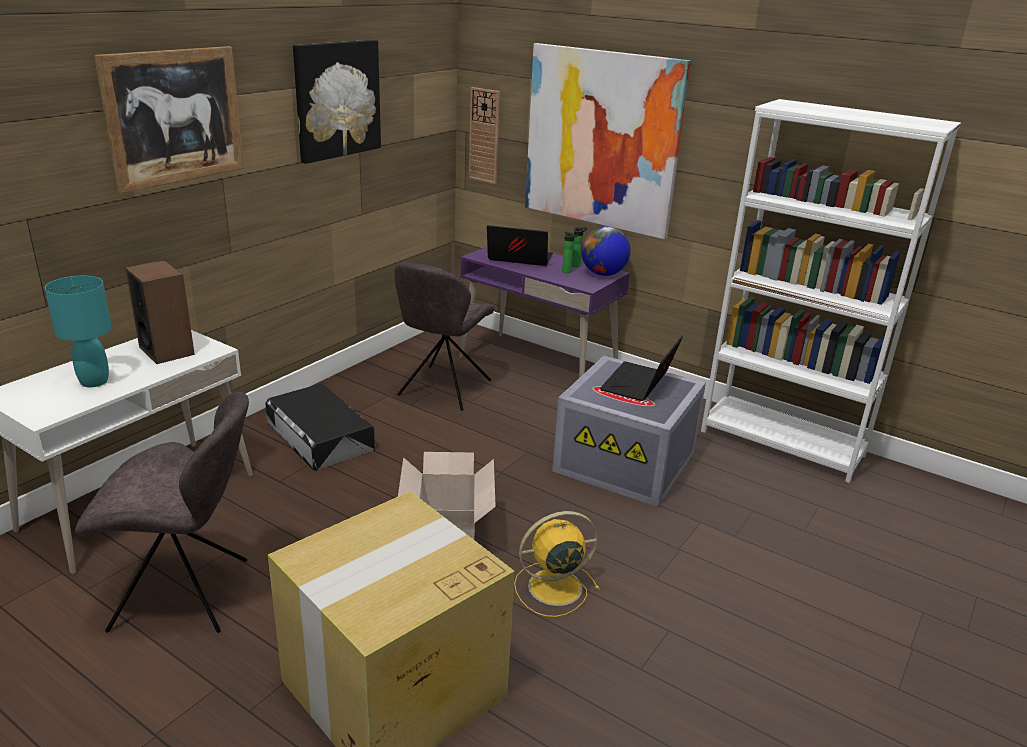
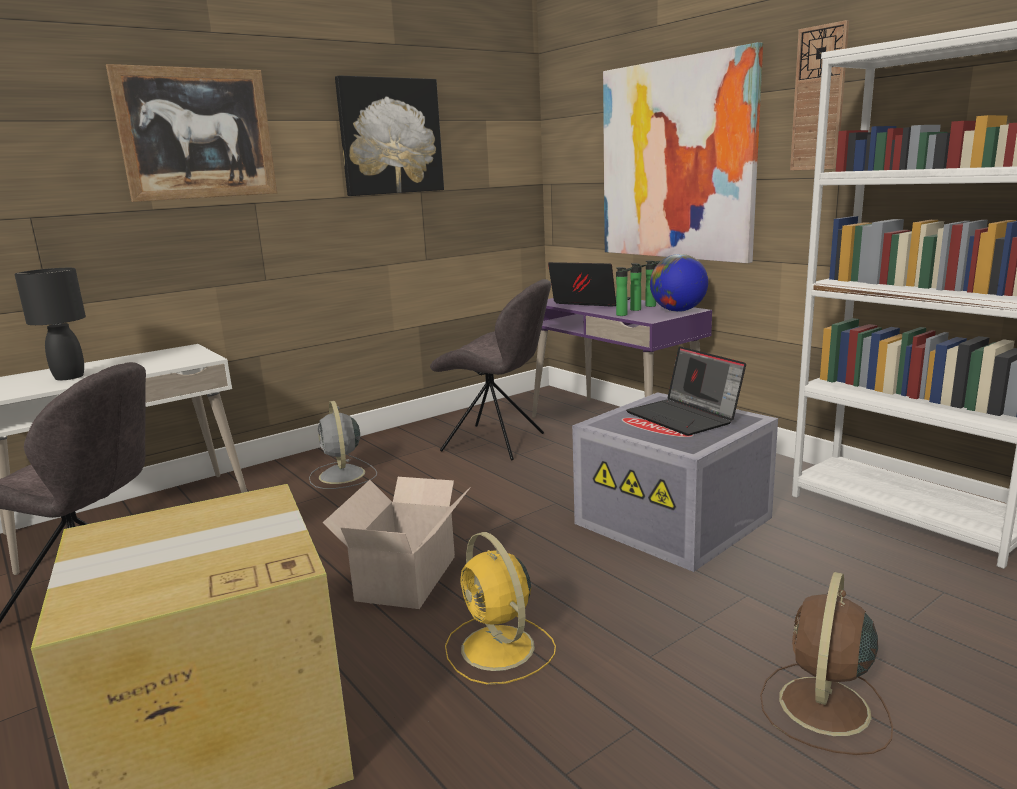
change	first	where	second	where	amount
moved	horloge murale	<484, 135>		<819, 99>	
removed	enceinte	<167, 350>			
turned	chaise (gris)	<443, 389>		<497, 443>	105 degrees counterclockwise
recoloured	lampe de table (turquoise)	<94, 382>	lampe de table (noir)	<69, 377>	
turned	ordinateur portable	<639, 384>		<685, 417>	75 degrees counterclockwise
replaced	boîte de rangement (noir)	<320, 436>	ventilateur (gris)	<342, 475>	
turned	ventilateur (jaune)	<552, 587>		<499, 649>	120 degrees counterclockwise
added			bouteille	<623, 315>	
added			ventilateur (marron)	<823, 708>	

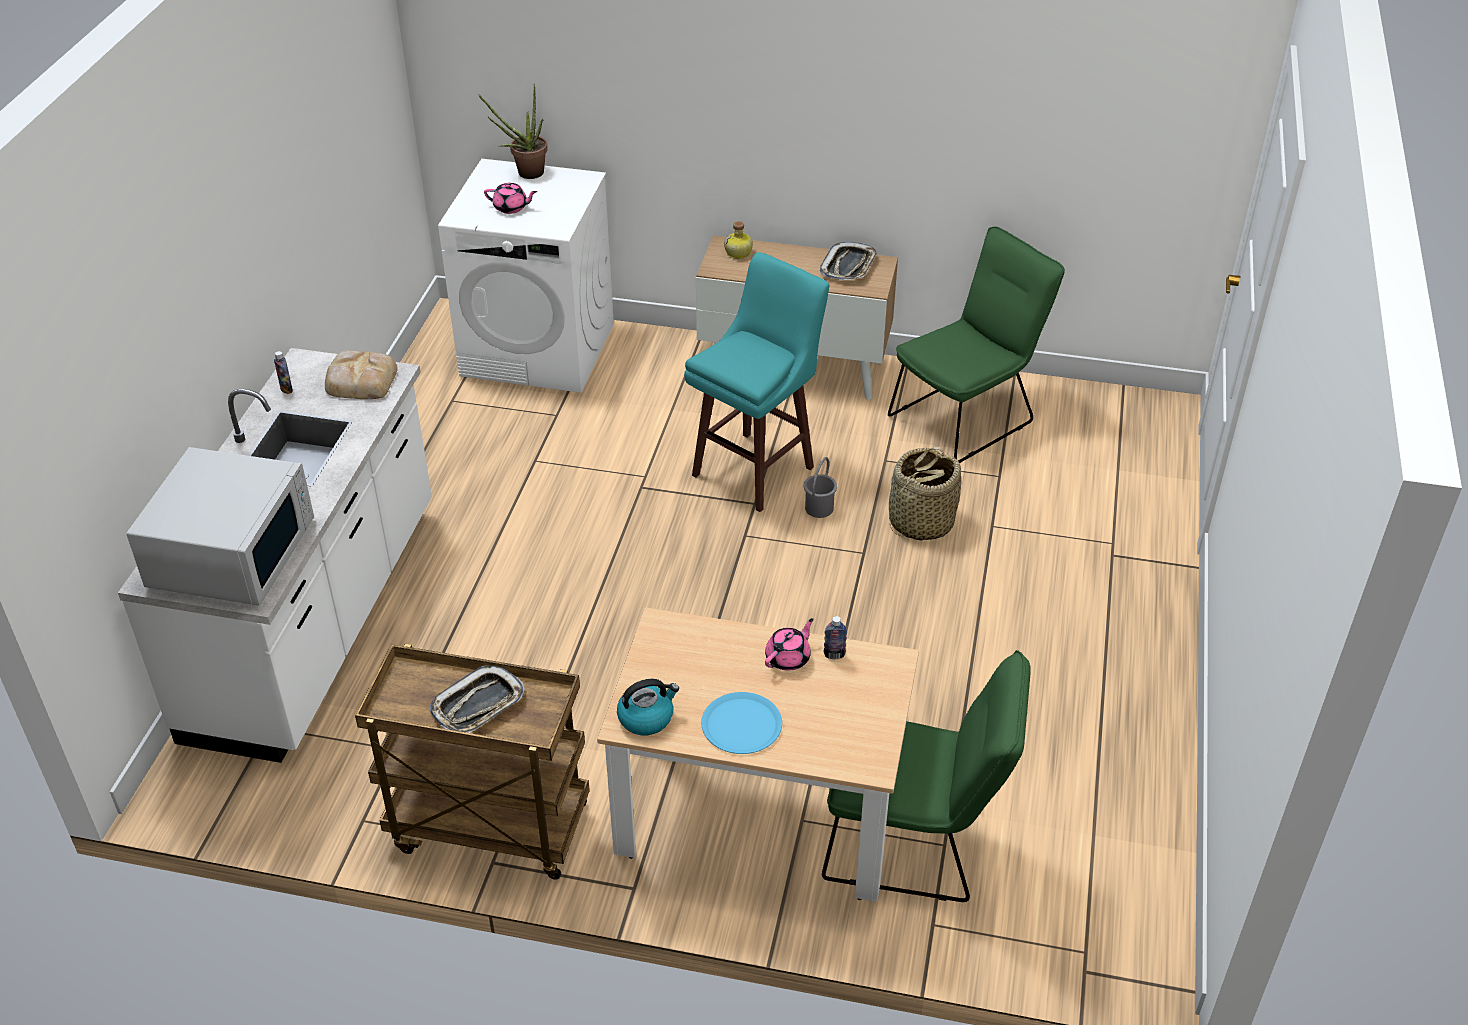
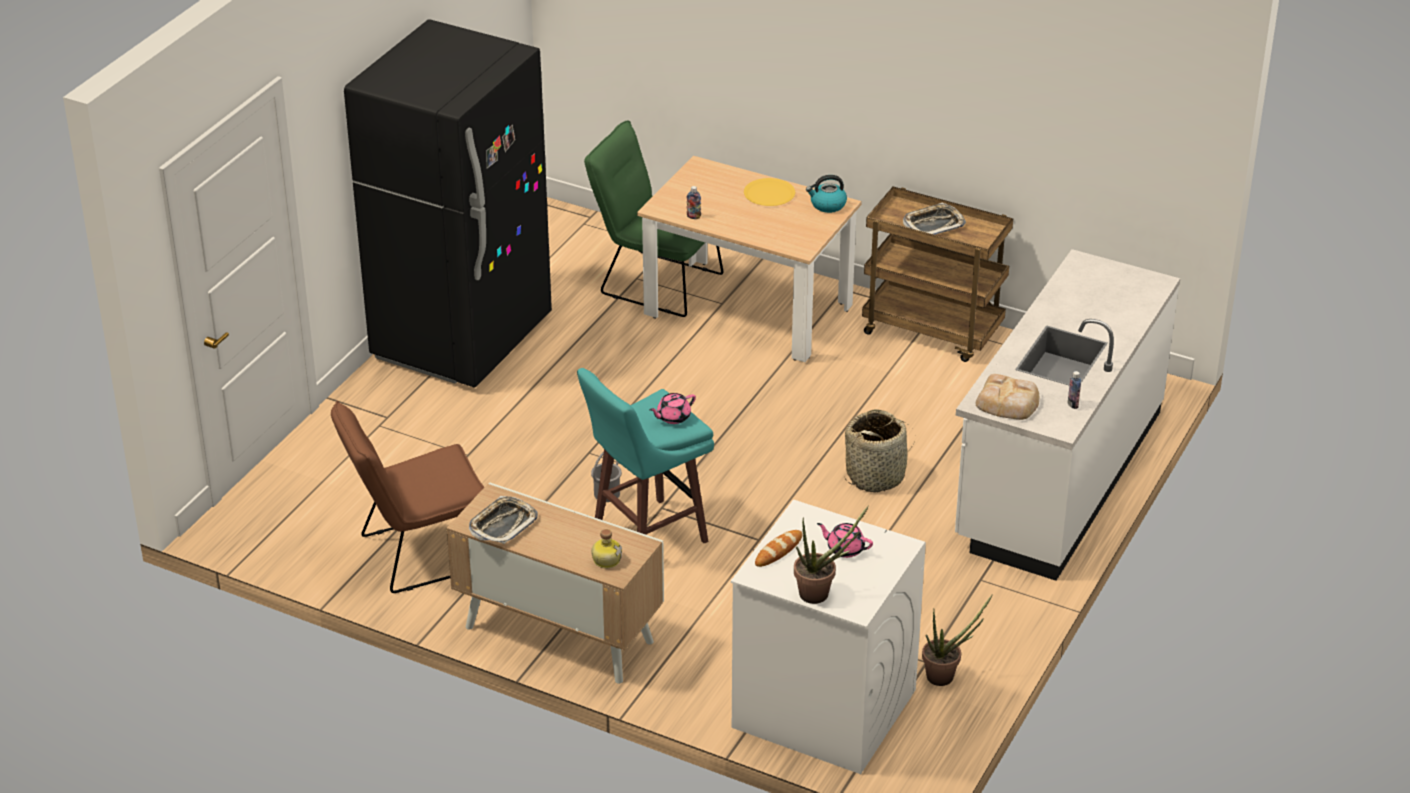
change	first	where	second	where	amount
recoloured	chaise (vert)	<968, 415>	chaise (marron)	<418, 553>	
removed	micro-ondes (blanc)	<233, 552>			
moved	panier	<920, 522>		<876, 476>	
moved	théière (rose)	<788, 658>		<673, 417>	
recoloured	assiette (bleu)	<741, 724>	assiette (jaune)	<769, 193>	
added			réfrigérateur (noir)	<462, 338>	
added			pain	<778, 551>	
added			plante en pot	<946, 676>	

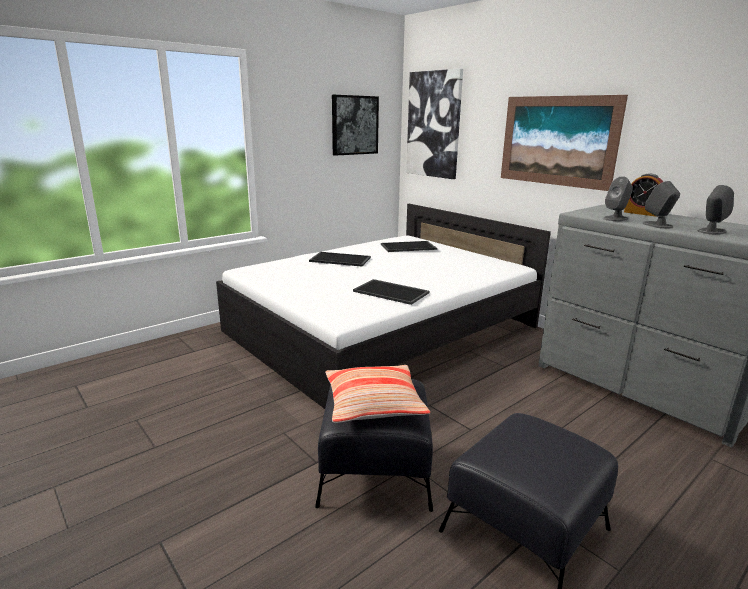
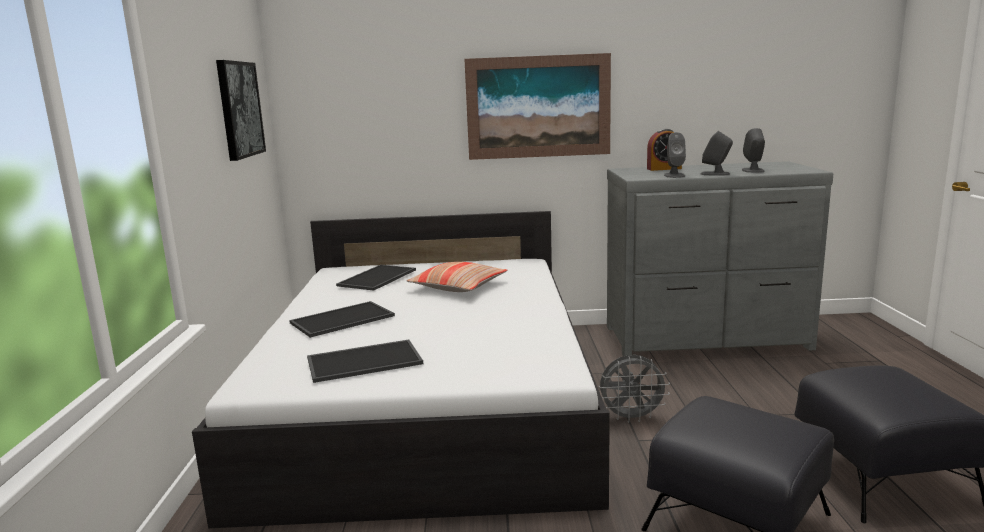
change	first	where	second	where	amount
removed	tableau	<434, 125>			
moved	plateau	<392, 292>		<365, 360>	
moved	coussin	<373, 403>		<458, 286>	
added			ventilateur (gris)	<631, 418>	

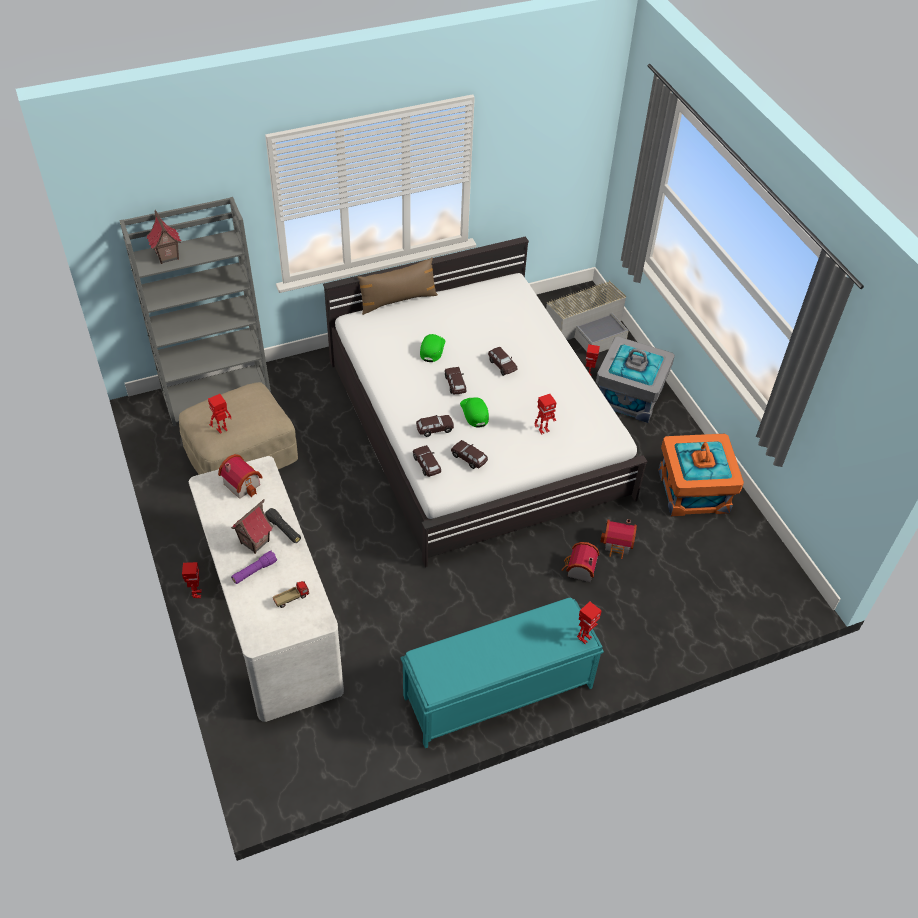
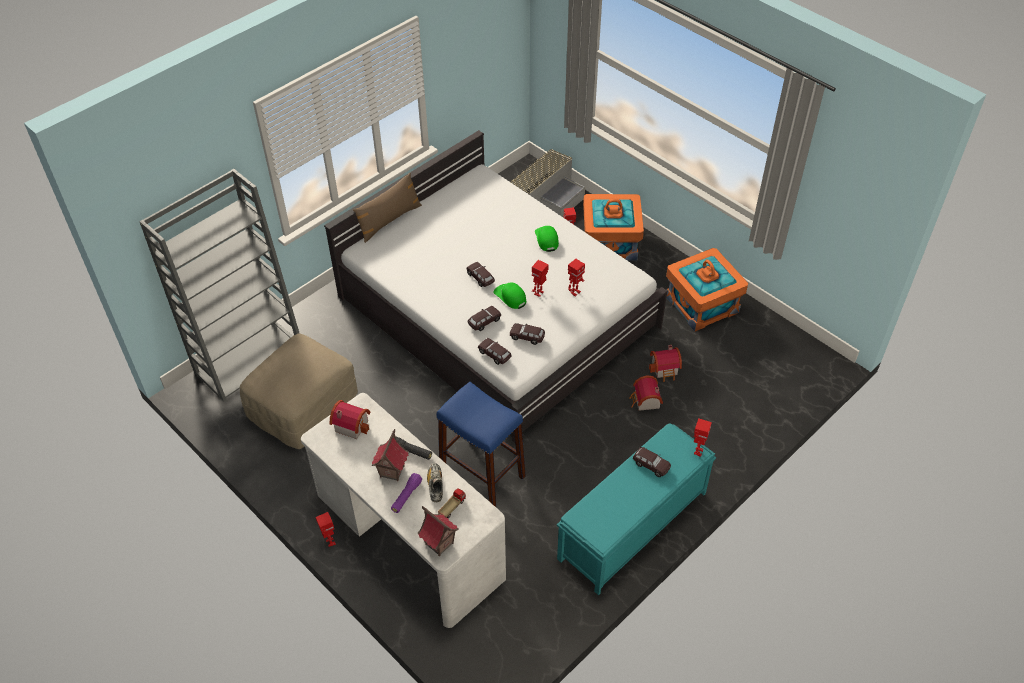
change	first	where	second	where	amount
moved	maison miniature	<167, 256>		<439, 544>	
moved	casquette (vert)	<432, 349>		<546, 239>	
recoloured	boîte de rangement (gris)	<629, 395>	boîte de rangement (orange)	<610, 242>	
moved	petite voiture (marron)	<502, 365>		<651, 465>	
moved	robot jouet	<222, 430>		<539, 293>	
added			tabouret (bleu)	<482, 474>	
added			chaussure	<435, 485>	

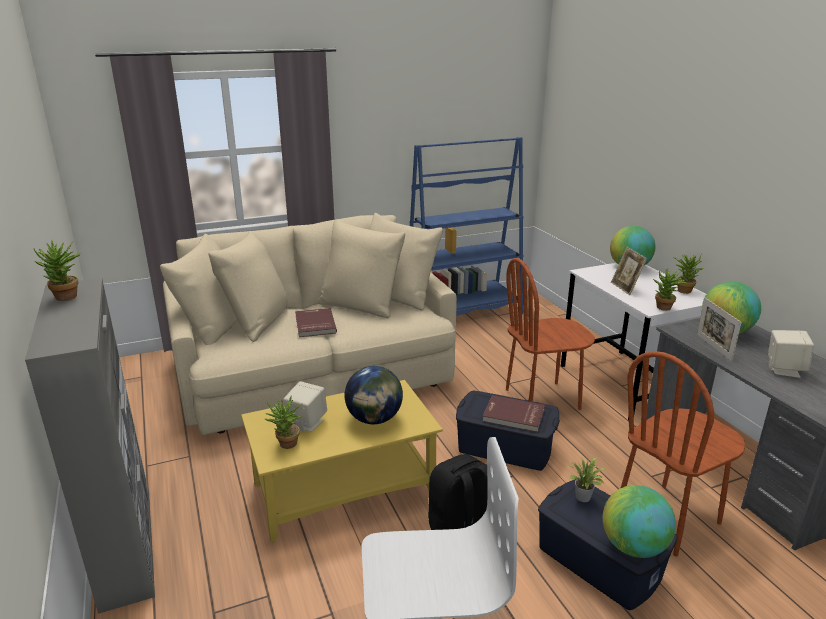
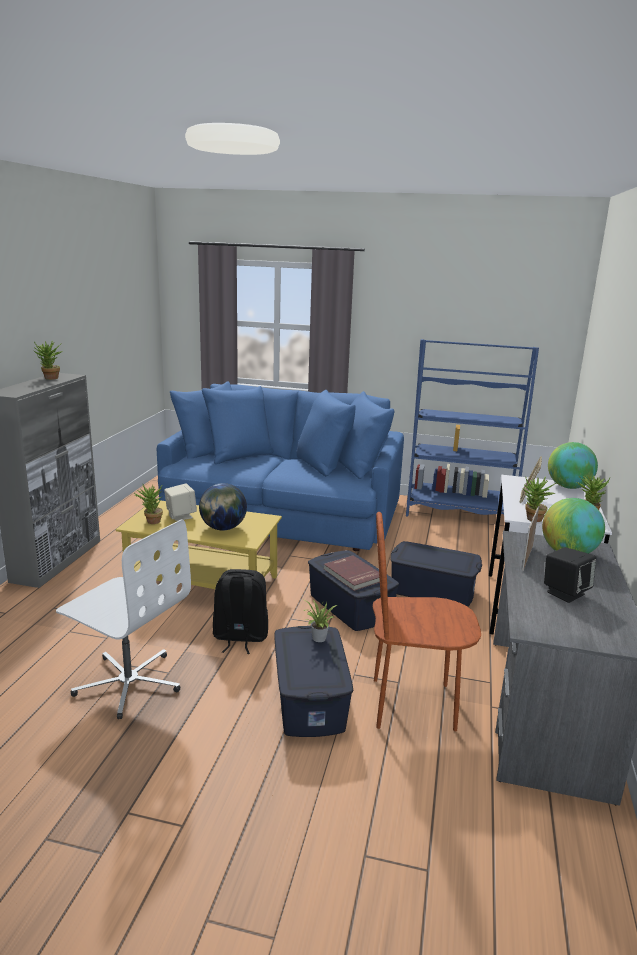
change	first	where	second	where	amount
recoloured	canapé (beige)	<315, 371>	canapé (bleu)	<283, 513>	
replaced	chaise (marron)	<542, 399>	boîte de rangement (bleu)	<432, 590>	
removed	livre (rouge)	<314, 324>			
recoloured	enceinte (beige)	<784, 369>	enceinte (noir)	<565, 593>	
removed	globe	<633, 547>			

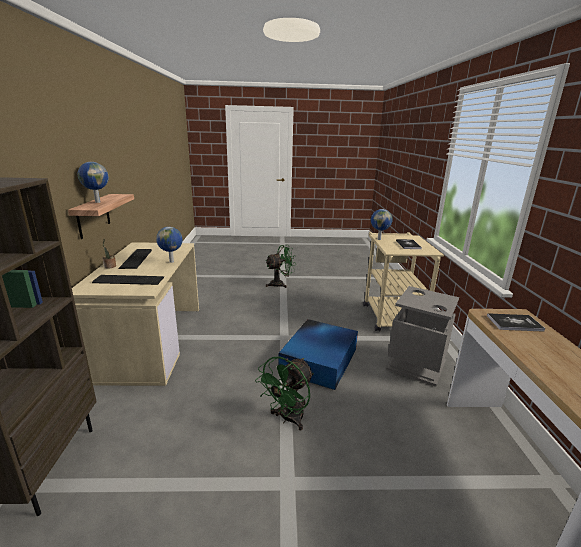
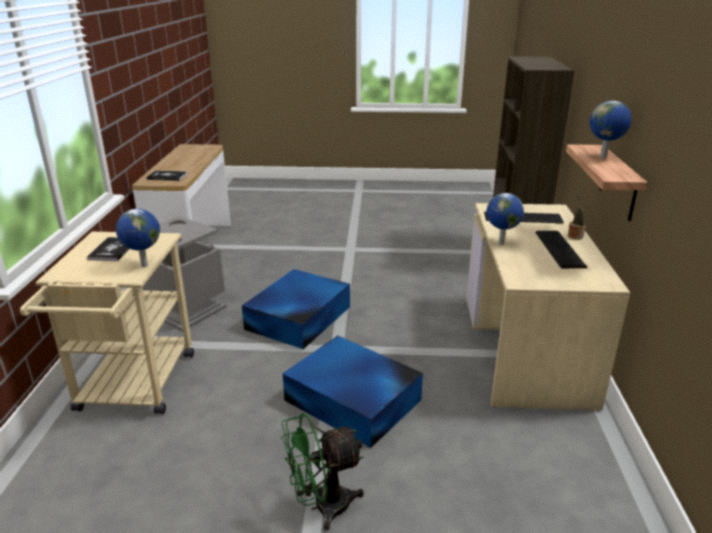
change	first	where	second	where	amount
removed	ventilateur (vert)	<287, 419>			
added			boîte de rangement (bleu)	<353, 401>	

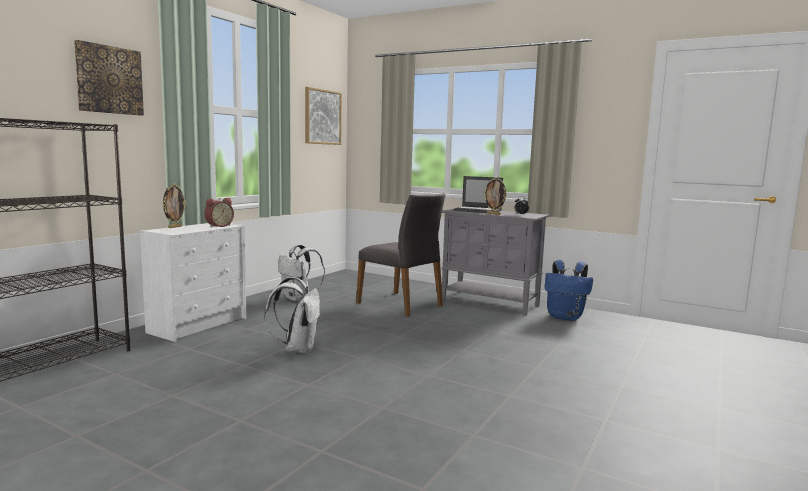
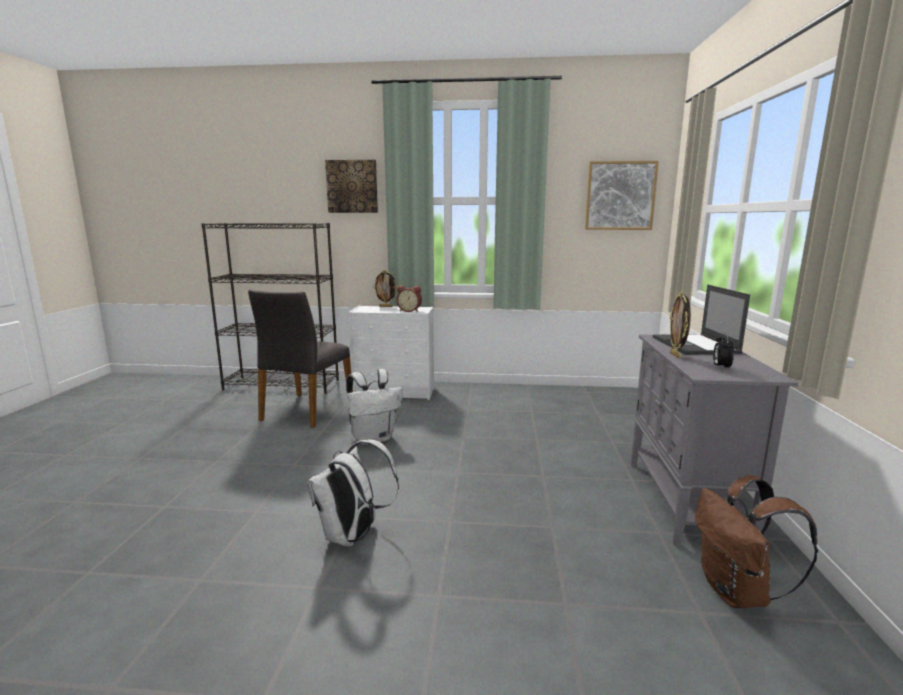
change	first	where	second	where	amount
moved	chaise (gris)	<401, 304>		<306, 410>	
moved	sac à dos (blanc)	<298, 298>		<353, 536>	
recoloured	sac à dos (bleu)	<565, 317>	sac à dos (marron)	<737, 593>	

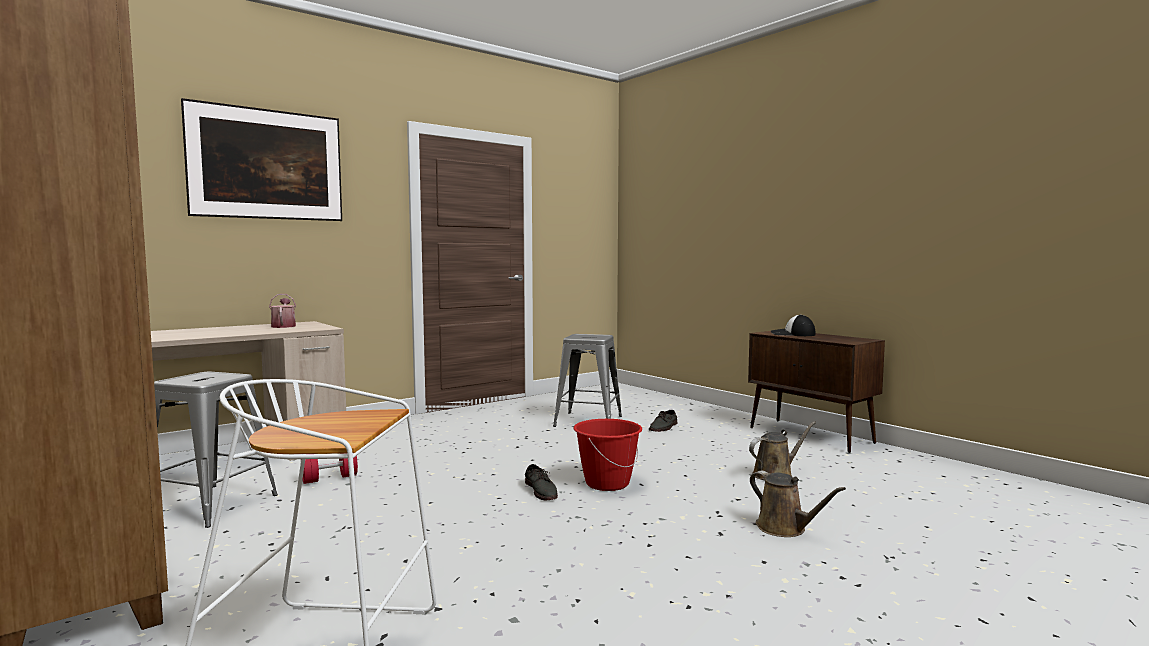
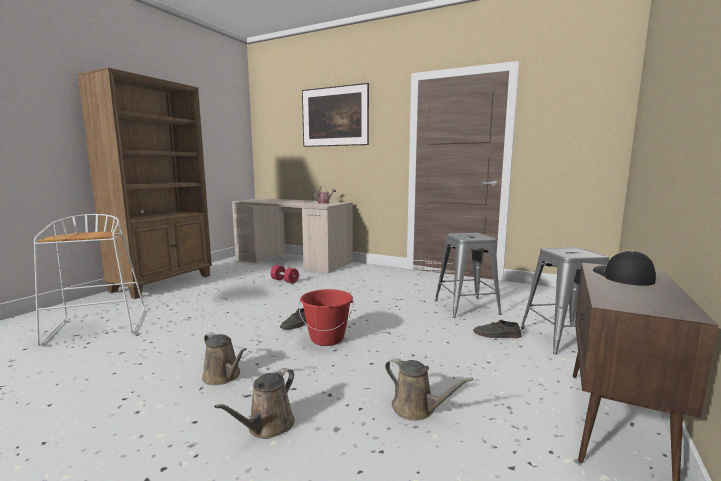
change	first	where	second	where	amount
moved	tabouret (gris)	<211, 505>		<564, 338>	
added			arrosoir (marron)	<223, 376>	

